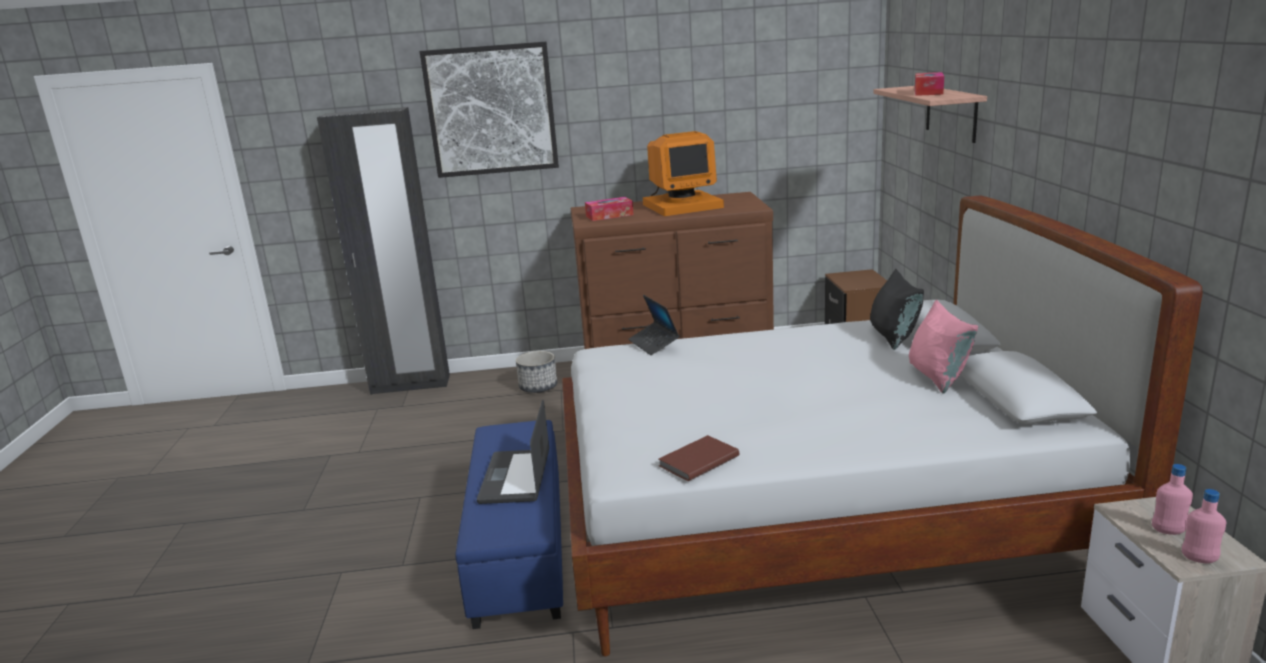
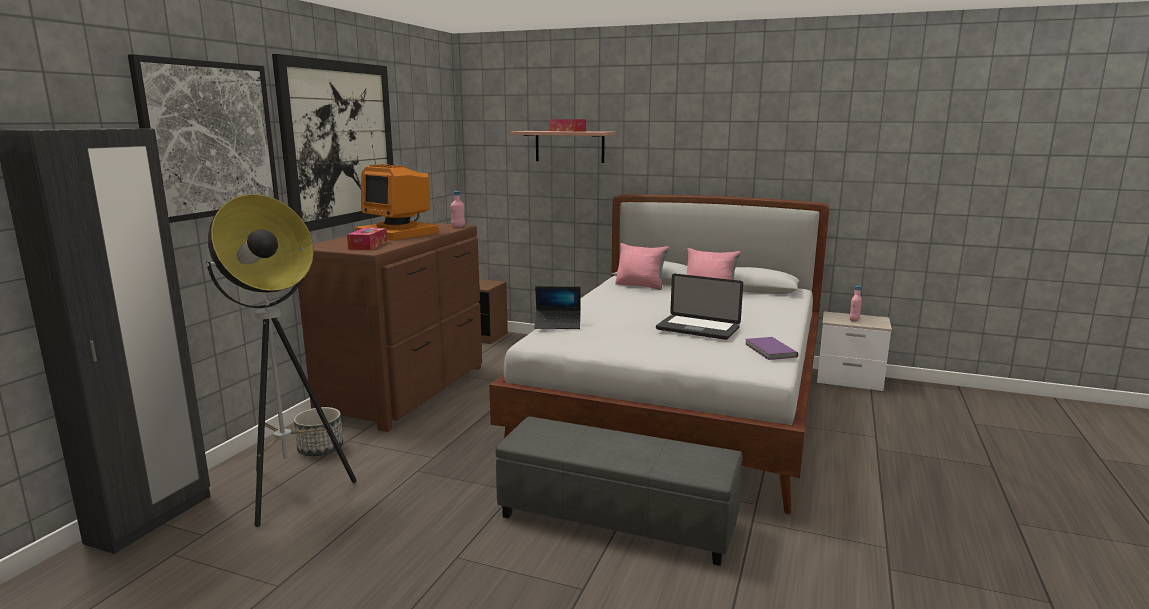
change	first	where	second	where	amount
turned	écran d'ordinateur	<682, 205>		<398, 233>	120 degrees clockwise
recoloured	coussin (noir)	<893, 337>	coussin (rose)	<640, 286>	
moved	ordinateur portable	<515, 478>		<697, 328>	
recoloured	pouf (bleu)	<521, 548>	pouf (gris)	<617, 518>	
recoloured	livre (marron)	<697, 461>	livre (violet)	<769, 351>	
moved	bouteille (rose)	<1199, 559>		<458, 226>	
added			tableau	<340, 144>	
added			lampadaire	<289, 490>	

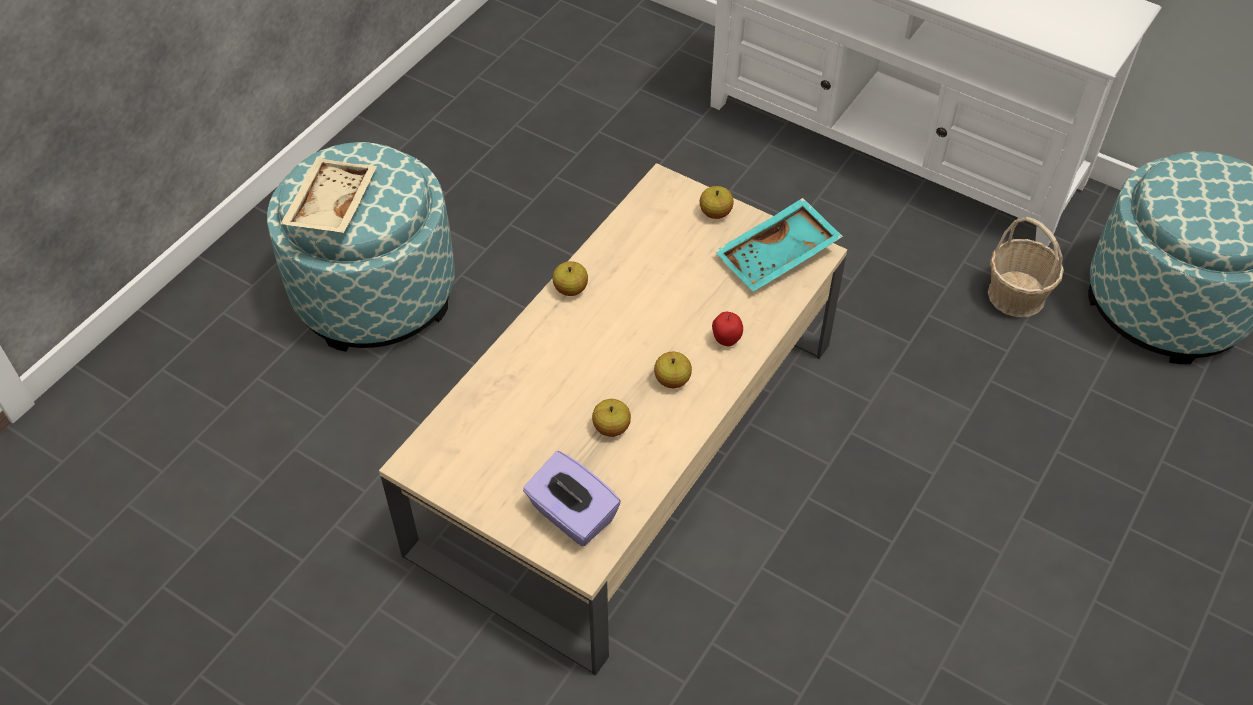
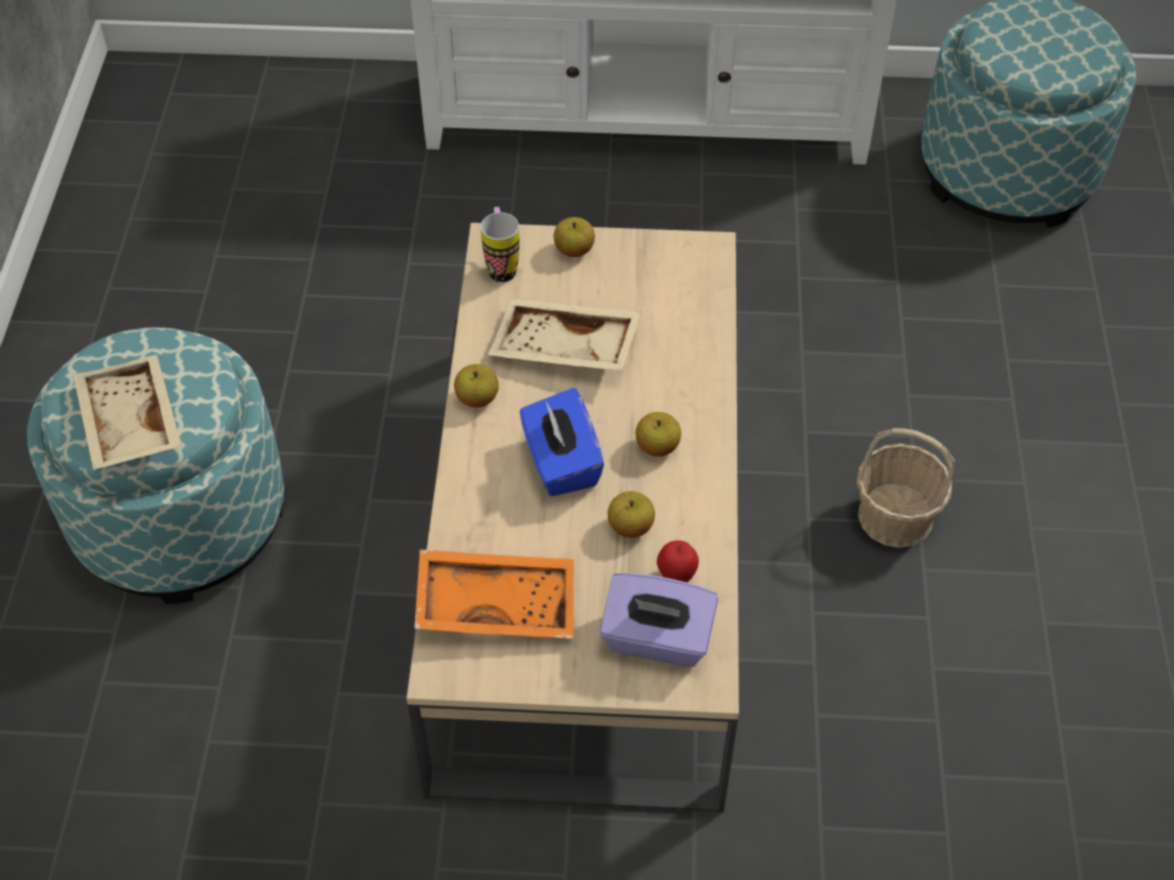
change	first	where	second	where	amount
removed	plateau (turquoise)	<778, 257>			
moved	panier	<1016, 295>		<895, 516>	
moved	pomme	<726, 340>		<676, 576>	
added			mug	<501, 265>	
added			plateau (beige)	<564, 350>	
added			boîte à mouchoirs (bleu)	<561, 463>	
added			plateau (orange)	<496, 603>	

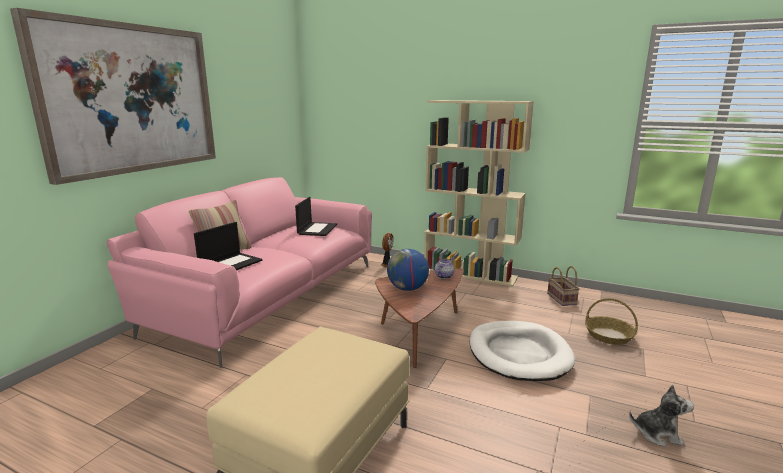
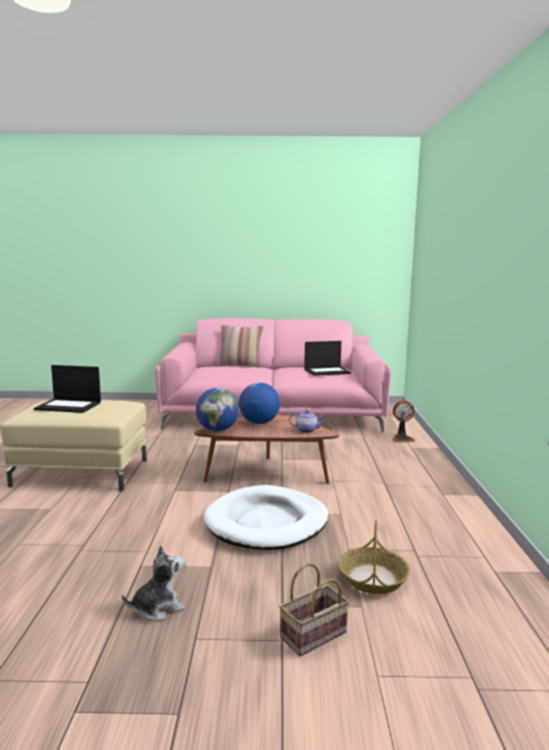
change	first	where	second	where	amount
removed	tableau	<131, 99>			
removed	bibliothèque (beige)	<470, 274>			
moved	ordinateur portable	<231, 264>		<69, 406>	
moved	panier	<562, 299>		<313, 636>	
turned	peluche	<657, 434>		<157, 608>	105 degrees counterclockwise
added			globe	<217, 430>	

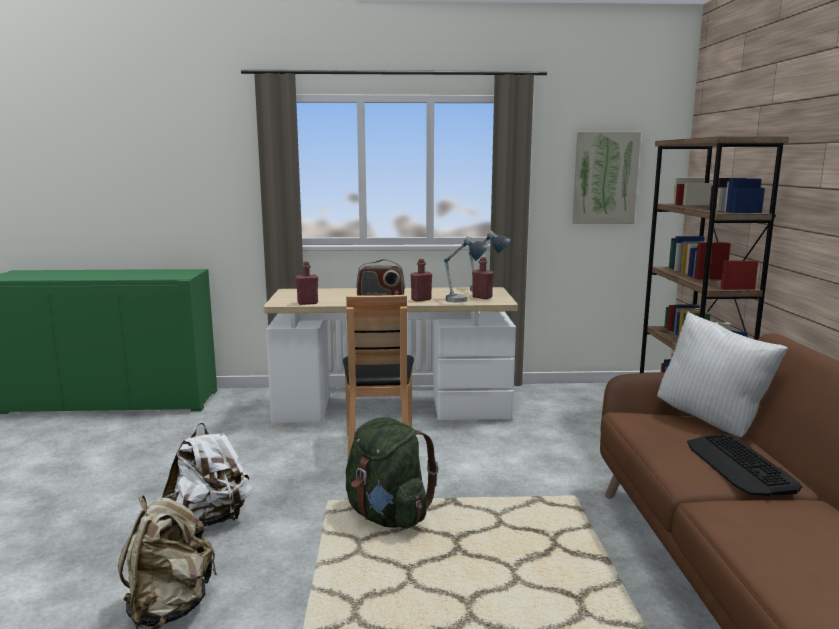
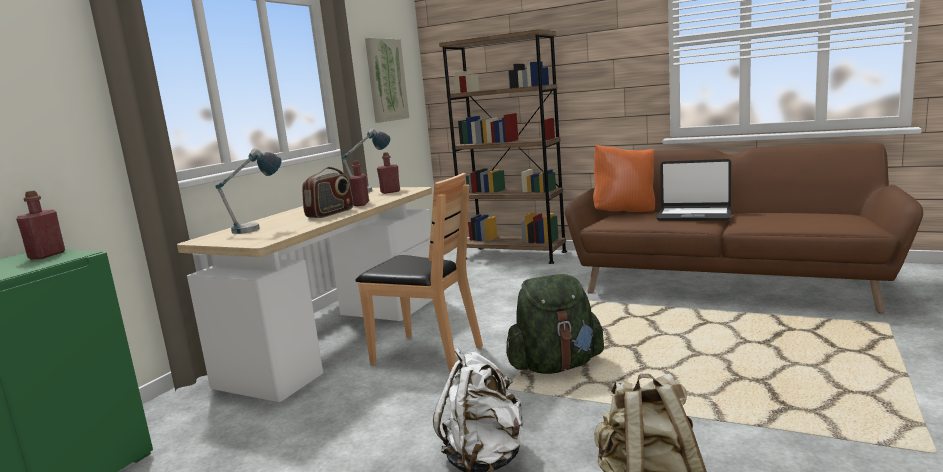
change	first	where	second	where	amount
moved	lampe de table	<464, 301>		<258, 228>	
moved	bouteille (rouge)	<307, 303>		<47, 255>	
recoloured	coussin (blanc)	<712, 421>	coussin (orange)	<625, 212>	
replaced	clavier	<739, 466>	ordinateur portable	<694, 215>	

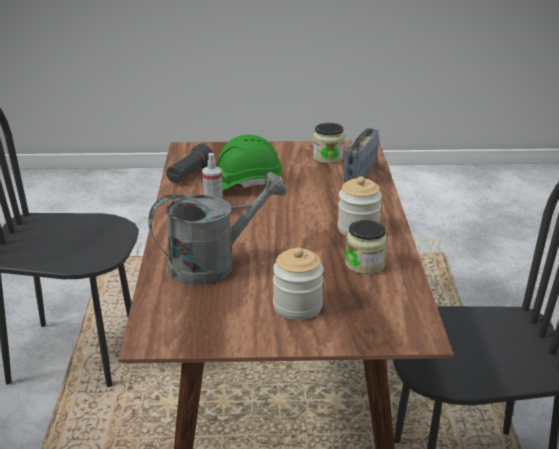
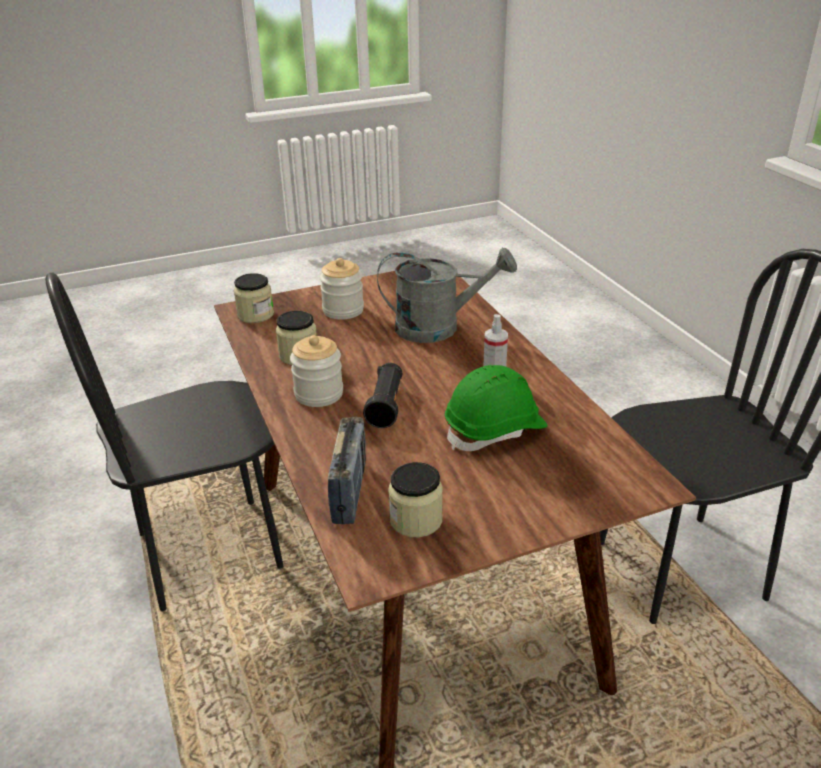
change	first	where	second	where	amount
moved	lampe de poche (noir)	<189, 175>		<386, 406>	
turned	arrosoir (gris)	<213, 264>		<439, 327>	135 degrees counterclockwise
added			bocal	<255, 315>	

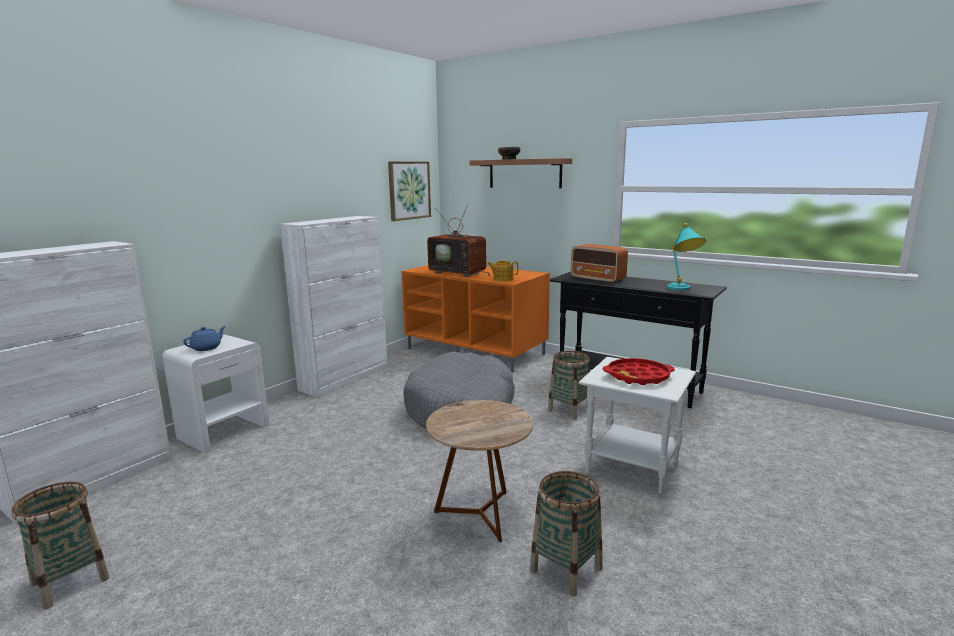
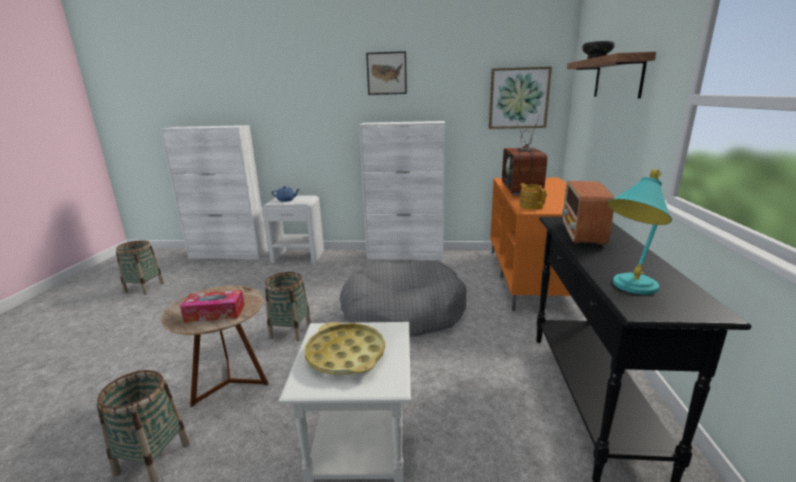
change	first	where	second	where	amount
moved	panier	<569, 410>		<290, 331>	
recoloured	plateau (rouge)	<638, 377>	plateau (jaune)	<345, 355>	
added			tableau	<386, 73>	
added			boîte à mouchoirs	<215, 313>	

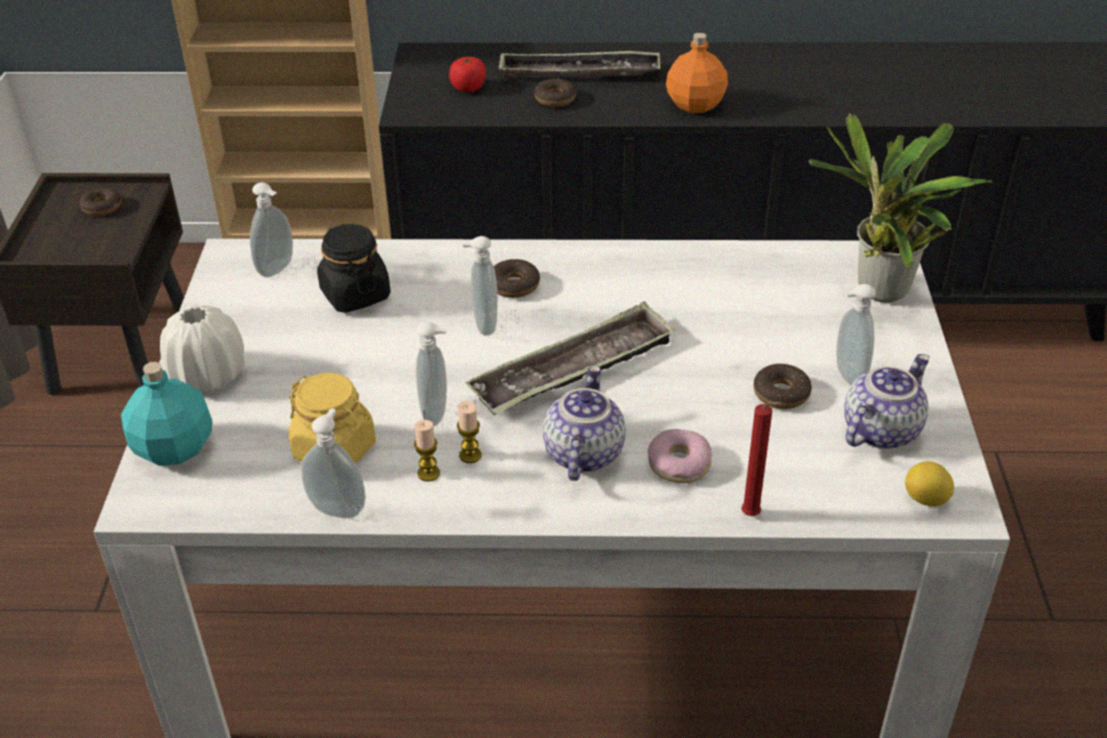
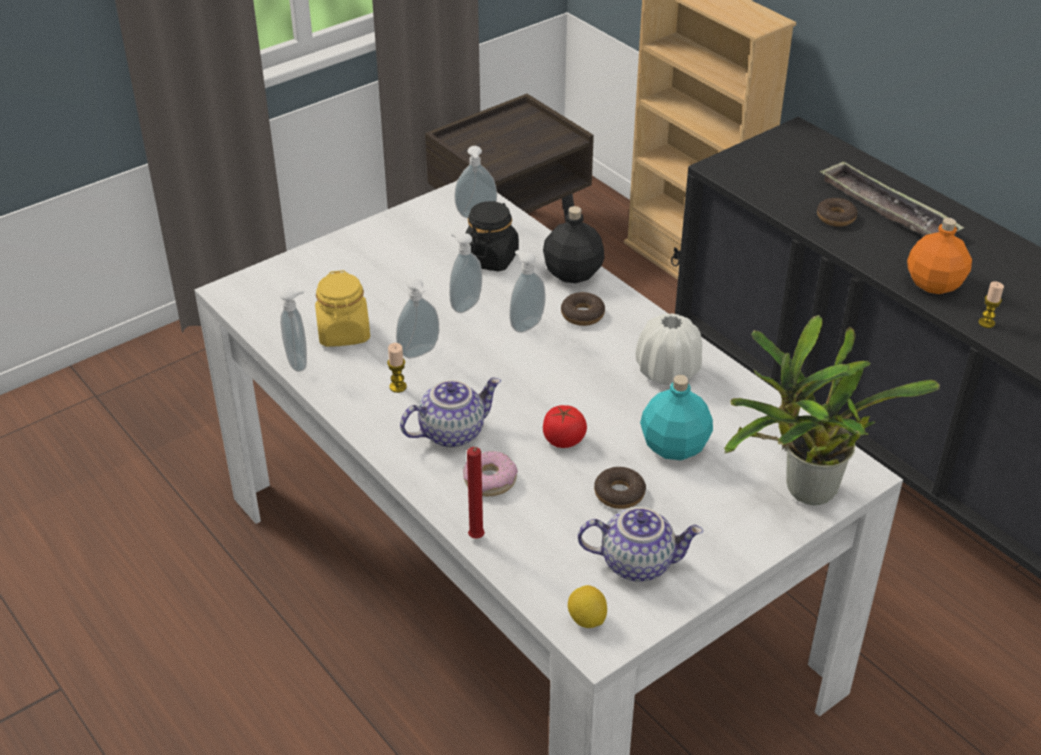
change	first	where	second	where	amount
moved	tomate	<468, 88>		<563, 440>	
removed	beignet	<102, 207>			
moved	distributeur de savon	<847, 375>		<464, 305>	
removed	plateau	<574, 370>			
moved	vase (blanc)	<208, 375>		<667, 372>	
moved	bouteille (turquoise)	<173, 448>		<673, 445>	
moved	bougie	<428, 473>		<986, 323>	
added			bouteille (noir)	<572, 273>	

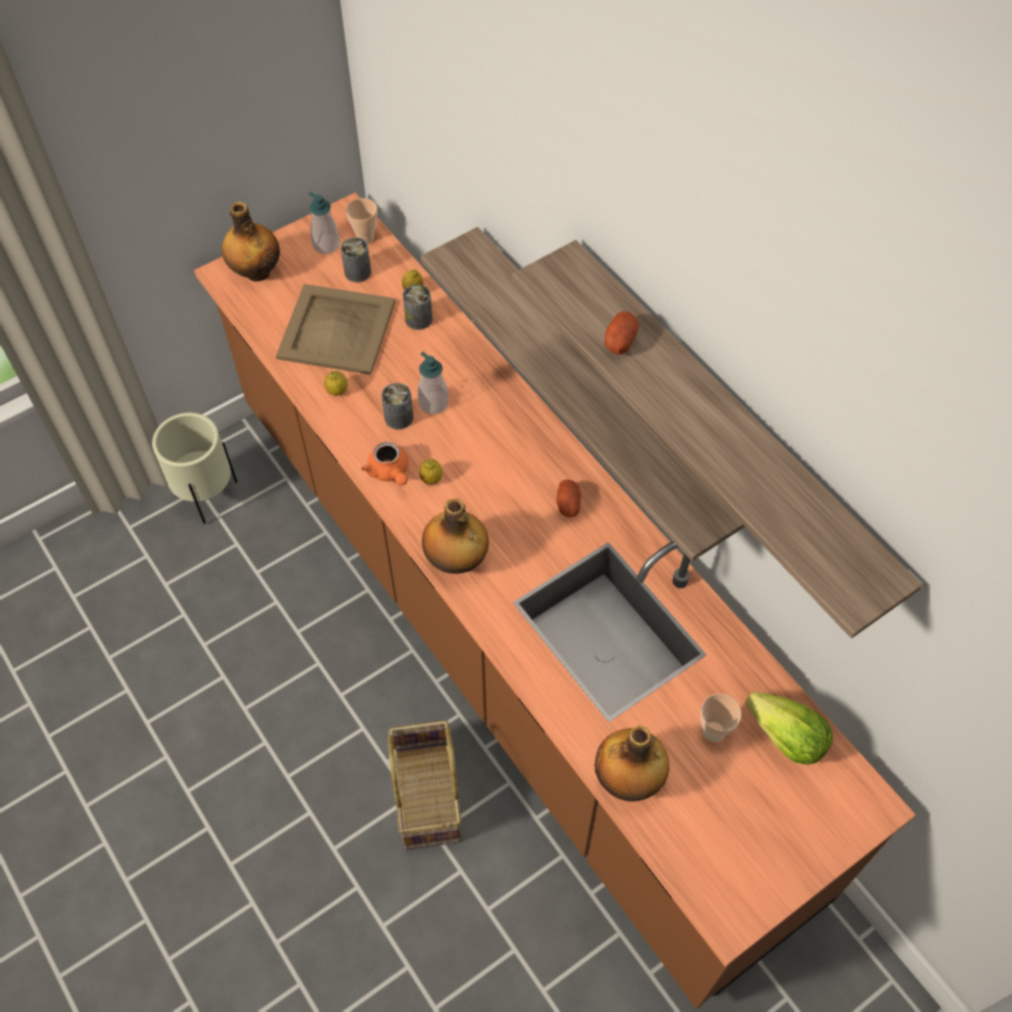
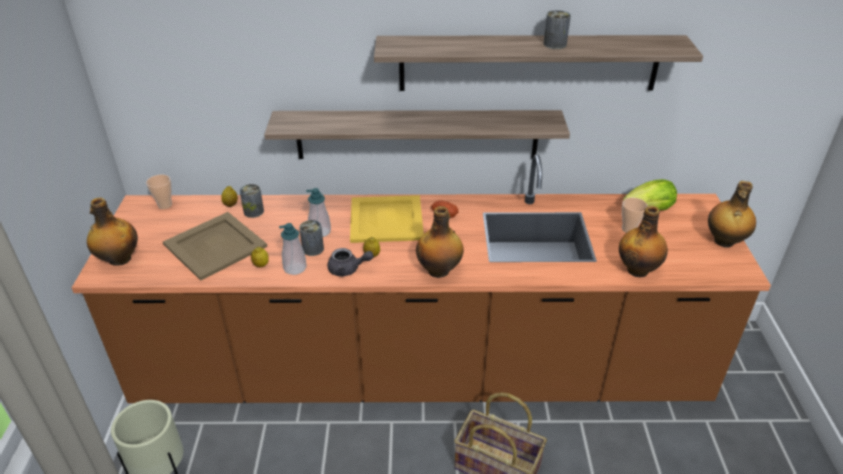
change	first	where	second	where	amount
moved	distributeur de savon	<326, 245>		<295, 268>	
moved	boîte métallique	<357, 272>		<555, 44>	
removed	pomme de terre	<620, 340>			
recoloured	théière (orange)	<390, 472>	théière (gris)	<348, 269>	
added			bouteille	<724, 241>	
added			plateau (jaune)	<387, 220>	

